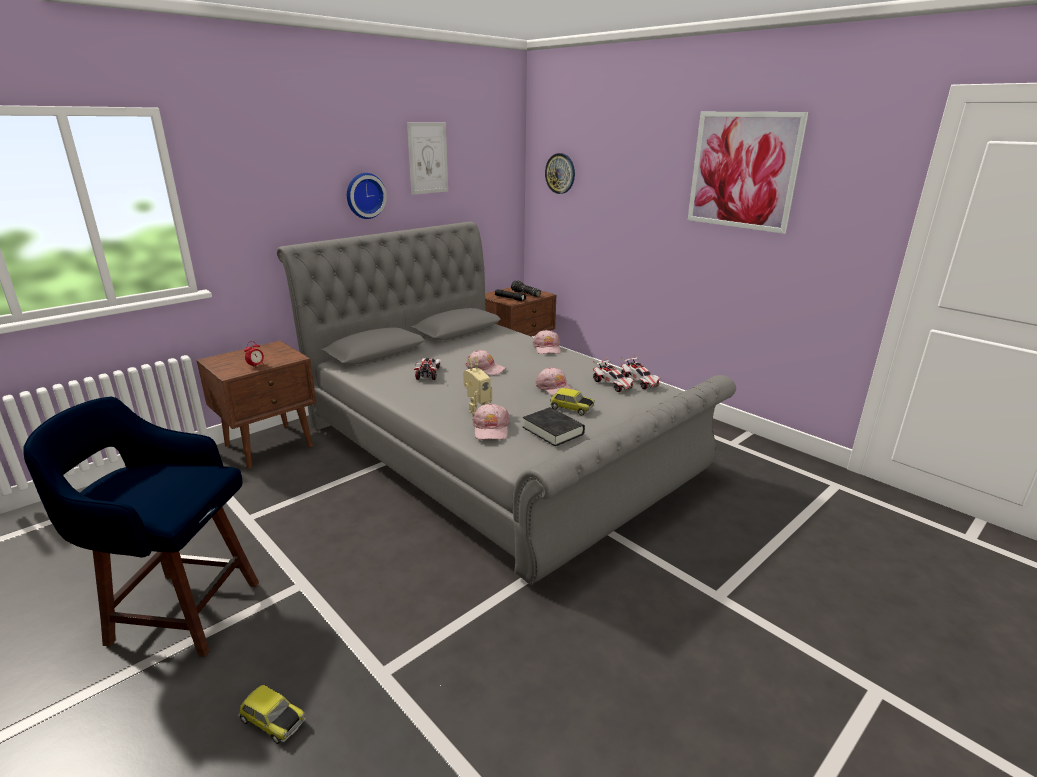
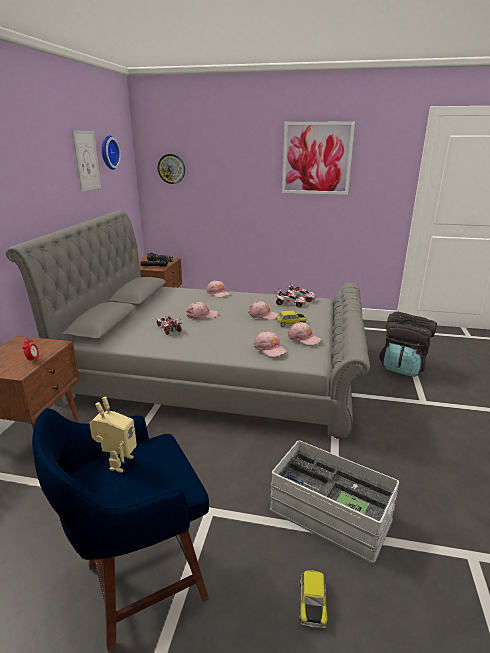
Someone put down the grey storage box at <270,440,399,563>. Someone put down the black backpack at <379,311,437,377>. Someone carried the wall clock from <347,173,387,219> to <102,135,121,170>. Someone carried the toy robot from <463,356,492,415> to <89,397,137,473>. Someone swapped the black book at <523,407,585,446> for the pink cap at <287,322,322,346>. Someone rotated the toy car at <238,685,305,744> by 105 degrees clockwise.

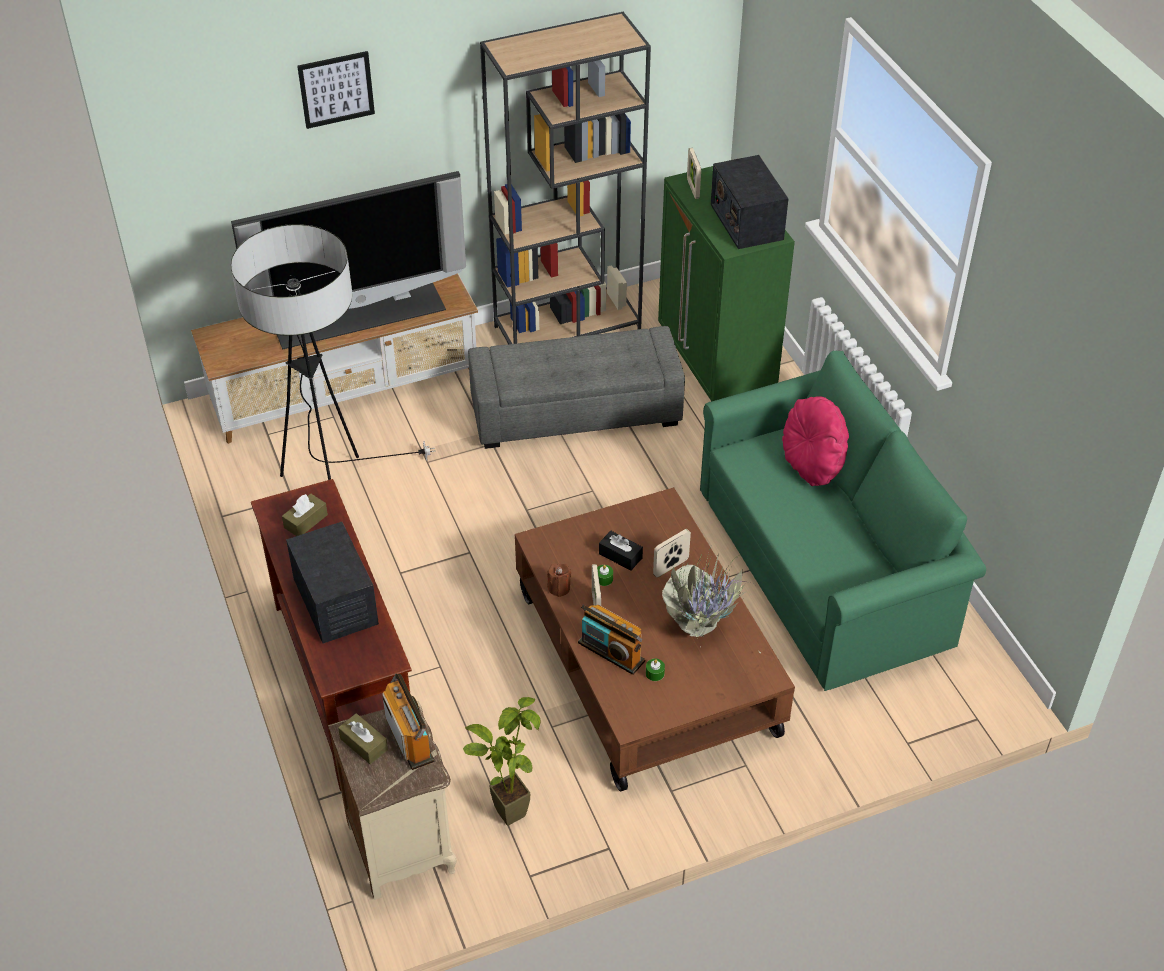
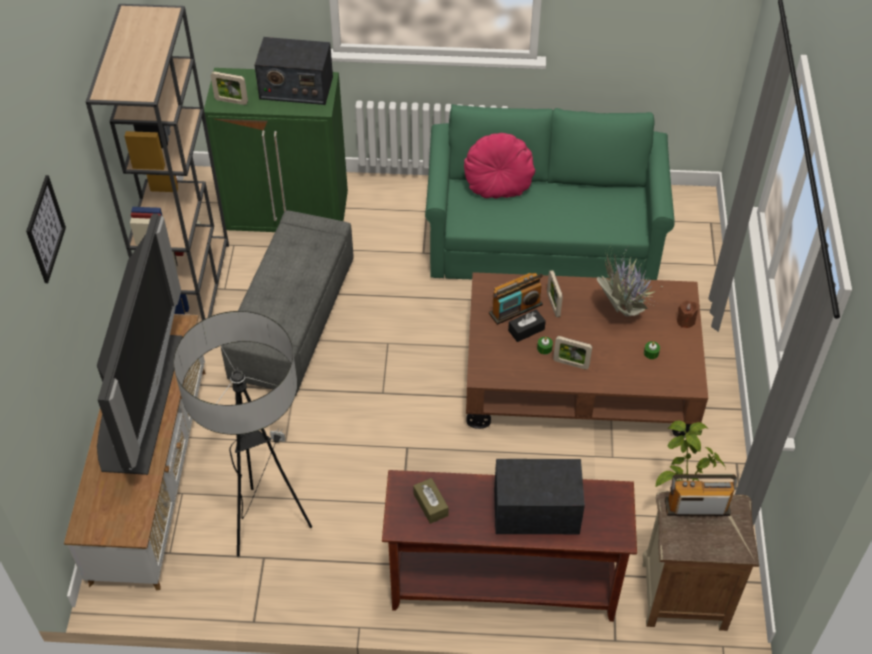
Someone took away the brown tissue box at <338,713,388,764>. Someone carried the brown candle from <547,563,571,597> to <677,300,698,328>. Someone carried the radio from <578,605,645,675> to <489,273,543,325>.

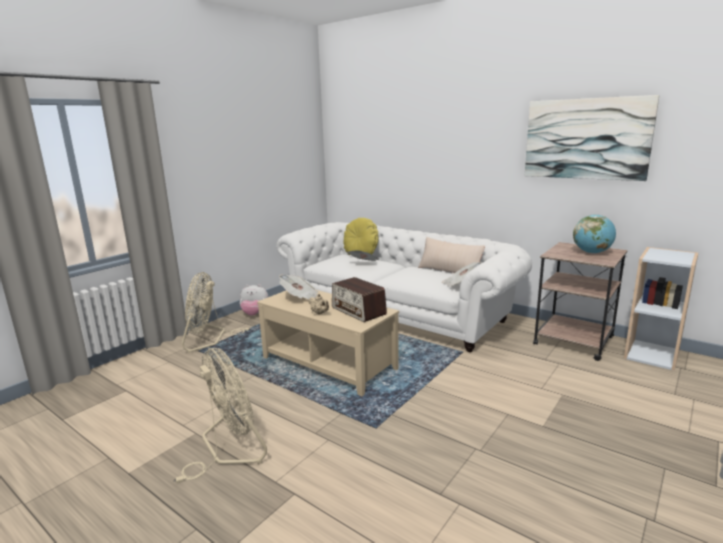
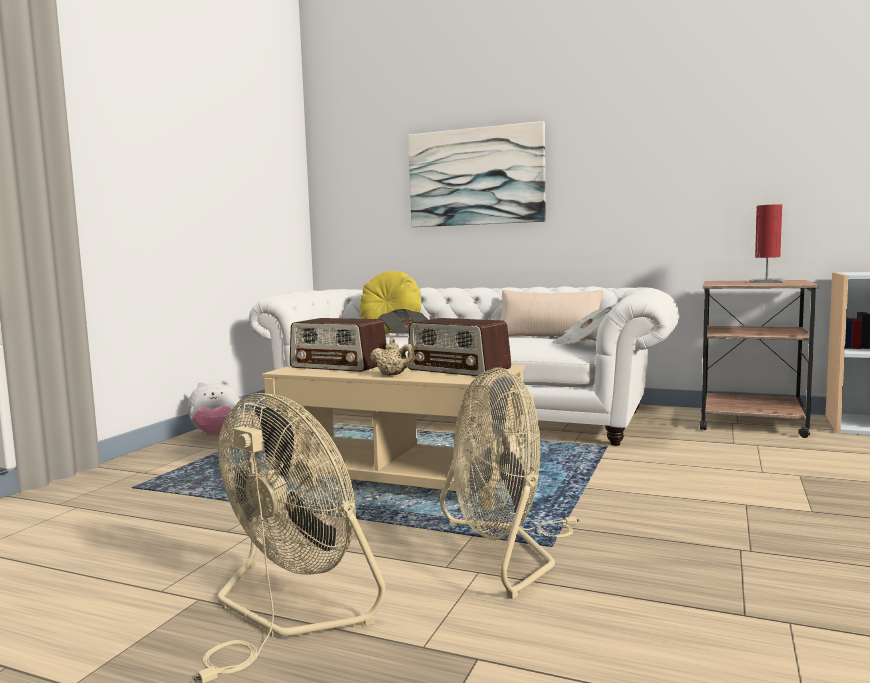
Someone carried the beige fan from <182,272,250,353> to <440,367,580,599>. Someone carried the picture from <525,95,660,181> to <408,121,546,227>. Someone swapped the newspaper at <279,274,318,300> for the radio at <290,318,387,372>. Someone swapped the globe at <573,214,616,254> for the red table lamp at <749,204,785,283>.

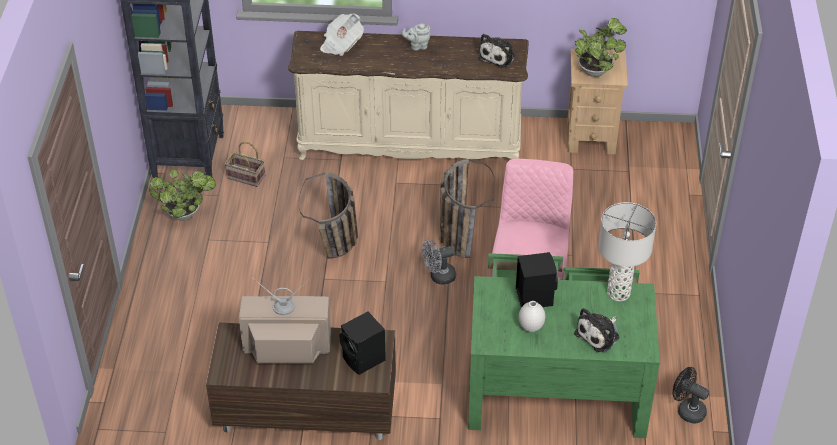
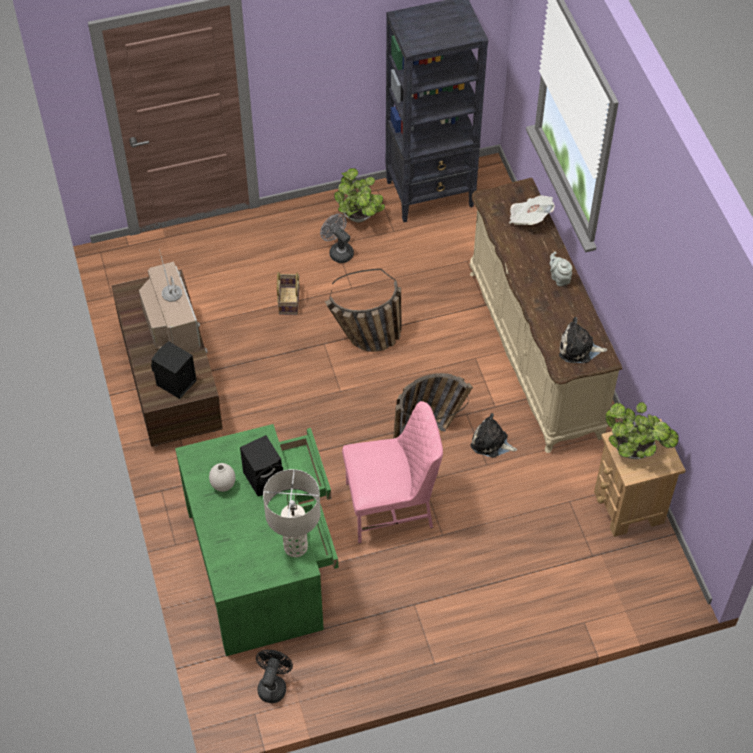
Someone carried the basket from <225,142,265,187> to <277,272,300,315>. Someone carried the grey fan from <422,240,456,285> to <320,214,354,263>. Someone carried the plush toy from <574,308,619,352> to <470,413,517,458>.

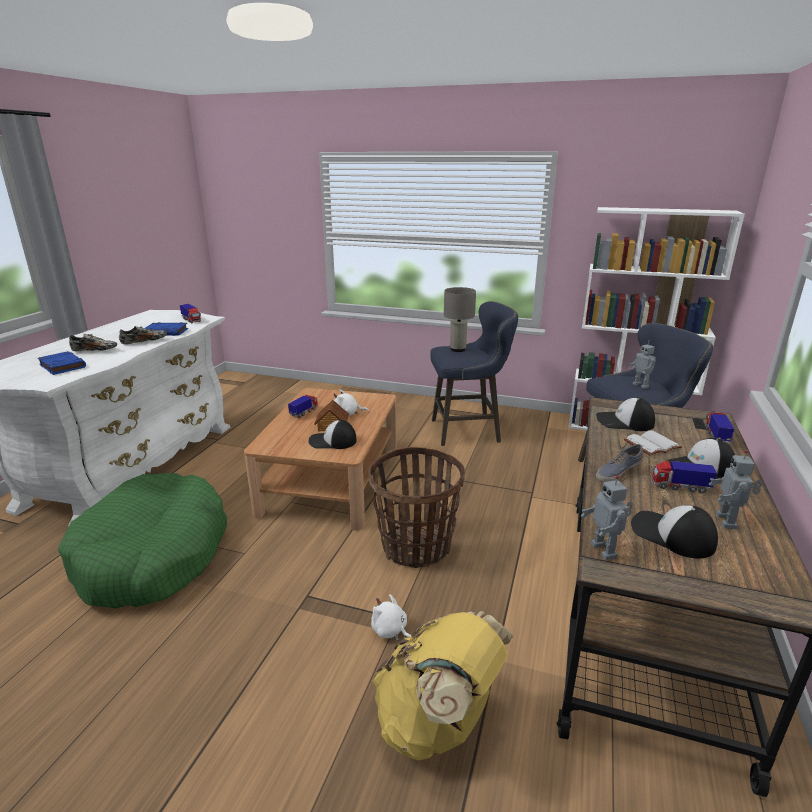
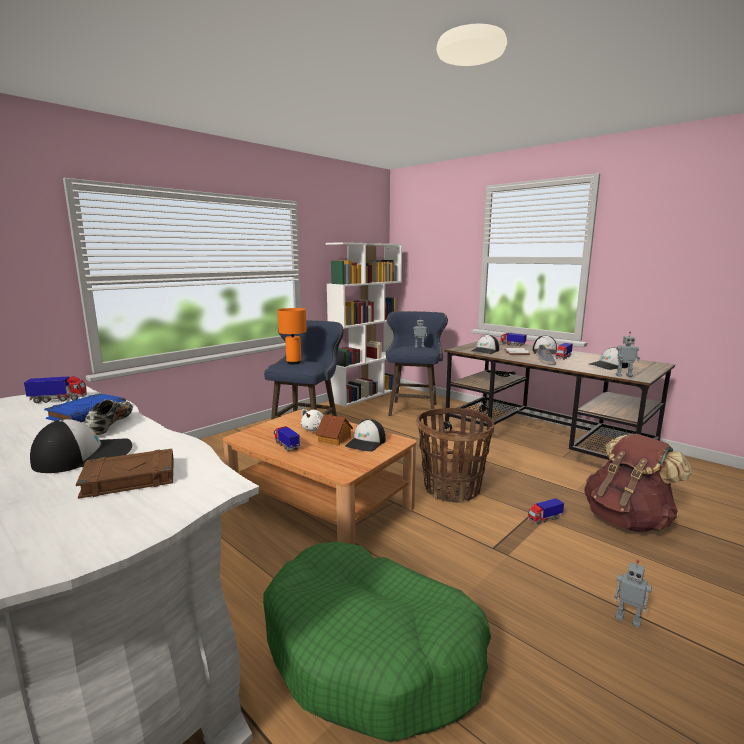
Someone carried the toy robot from <709,450,763,529> to <614,560,652,628>. Someone swapped the shoe at <69,334,117,351> for the cap at <30,419,132,473>. Someone swapped the white plush toy at <371,594,411,641> for the toy truck at <528,498,564,525>. Someone repainted the blue book at <38,351,86,375>, which became the brown book at <76,449,174,499>. Someone repainted the yellow backpack at <373,611,513,761>, which became the brown backpack at <584,434,692,532>. Someone repainted the grey table lamp at <444,287,476,352>, which became the orange table lamp at <277,308,306,365>.

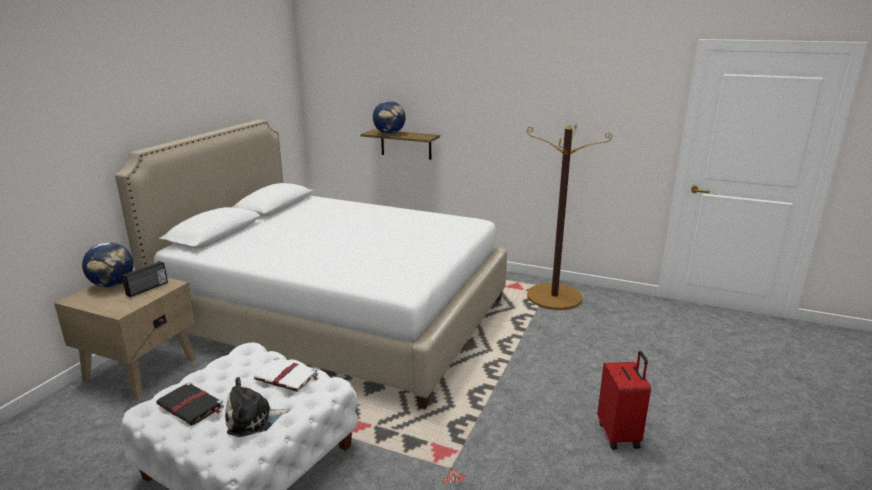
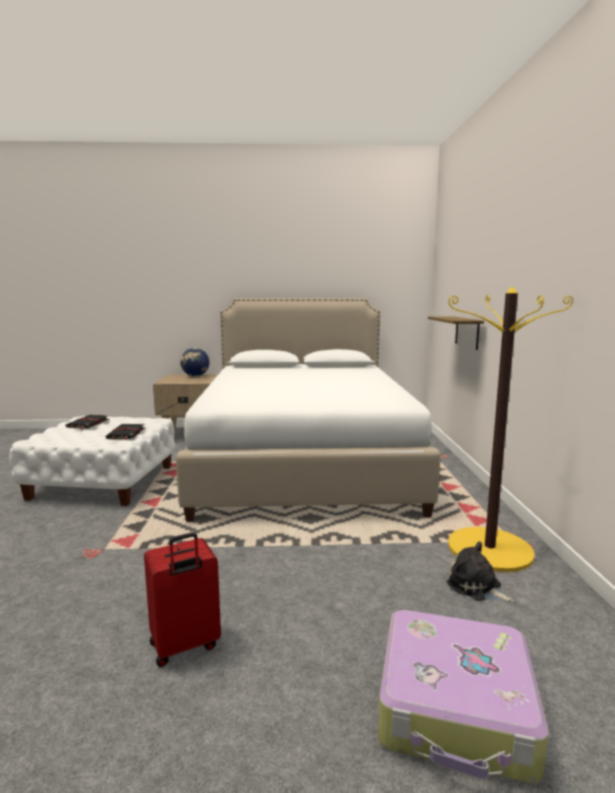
Someone took away the radio at <122,261,168,297>. Someone took away the globe at <373,101,405,134>. Someone put down the suitcase at <378,610,549,784>. Someone carried the plush toy from <225,377,290,437> to <446,541,514,602>. Someone repainted the white book at <254,357,319,392>, which became the black book at <106,424,145,440>. Someone repainted the brown clothes rack at <527,124,612,310>, which became the yellow clothes rack at <448,287,573,572>.

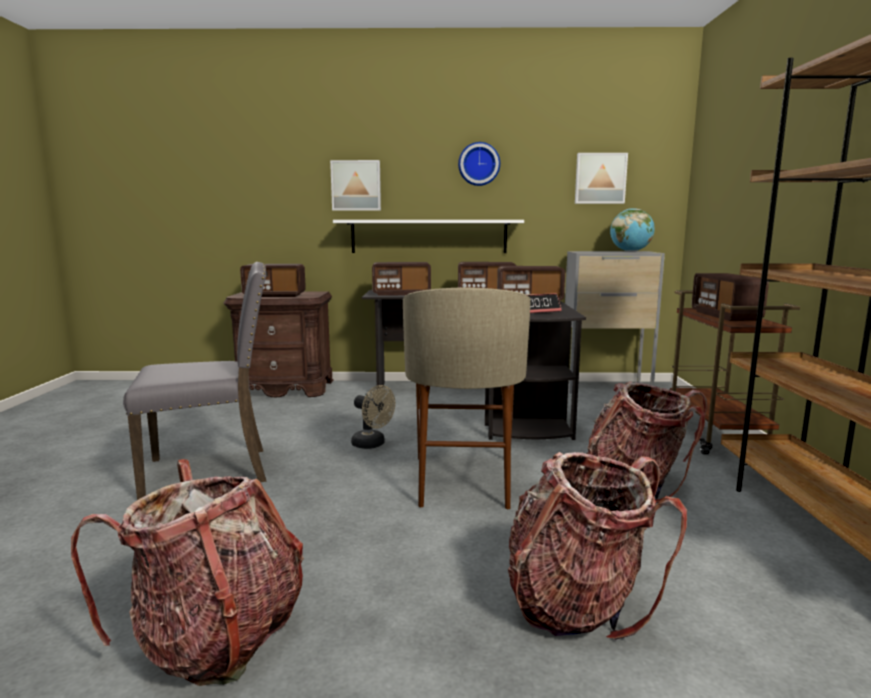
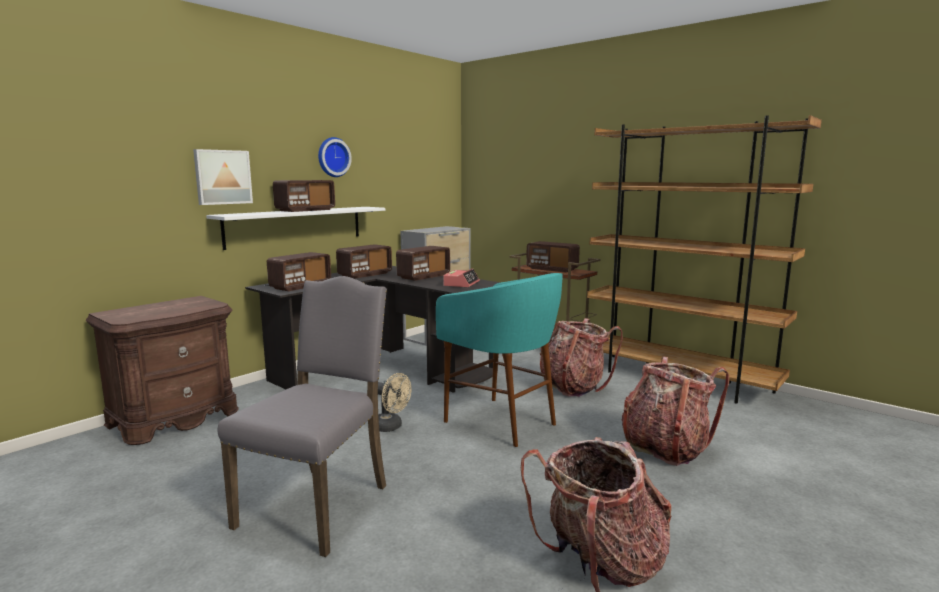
Someone took away the picture at <575,153,628,204>. Someone took away the globe at <610,208,655,252>. Someone carried the radio from <240,264,306,297> to <273,180,335,212>. Someone repainted the beige stool at <403,287,531,509>, which became the turquoise stool at <436,273,563,447>. Someone rotated the beige fan at <351,385,395,449> by 45 degrees clockwise.

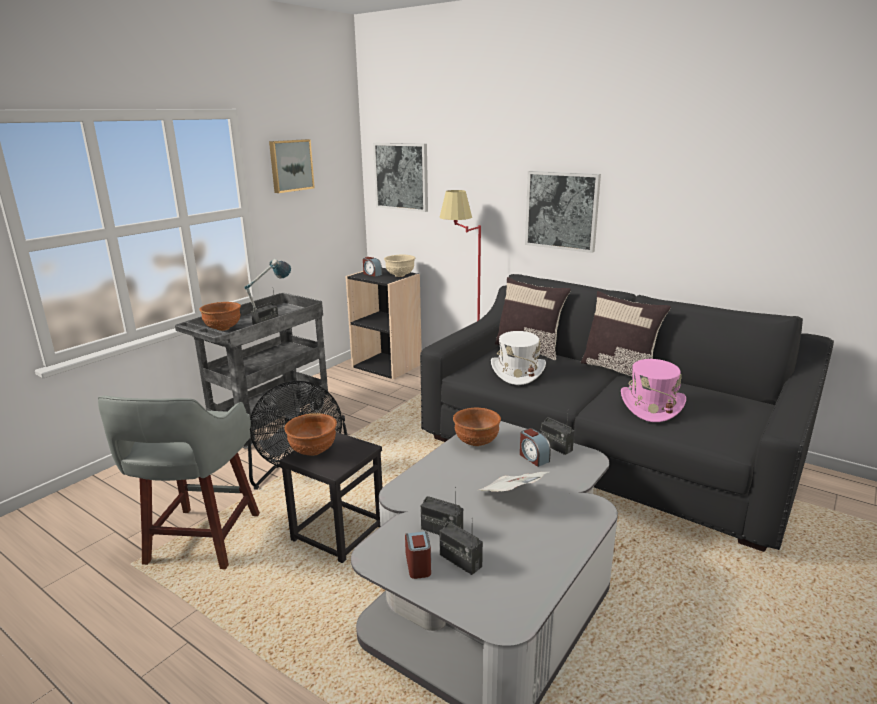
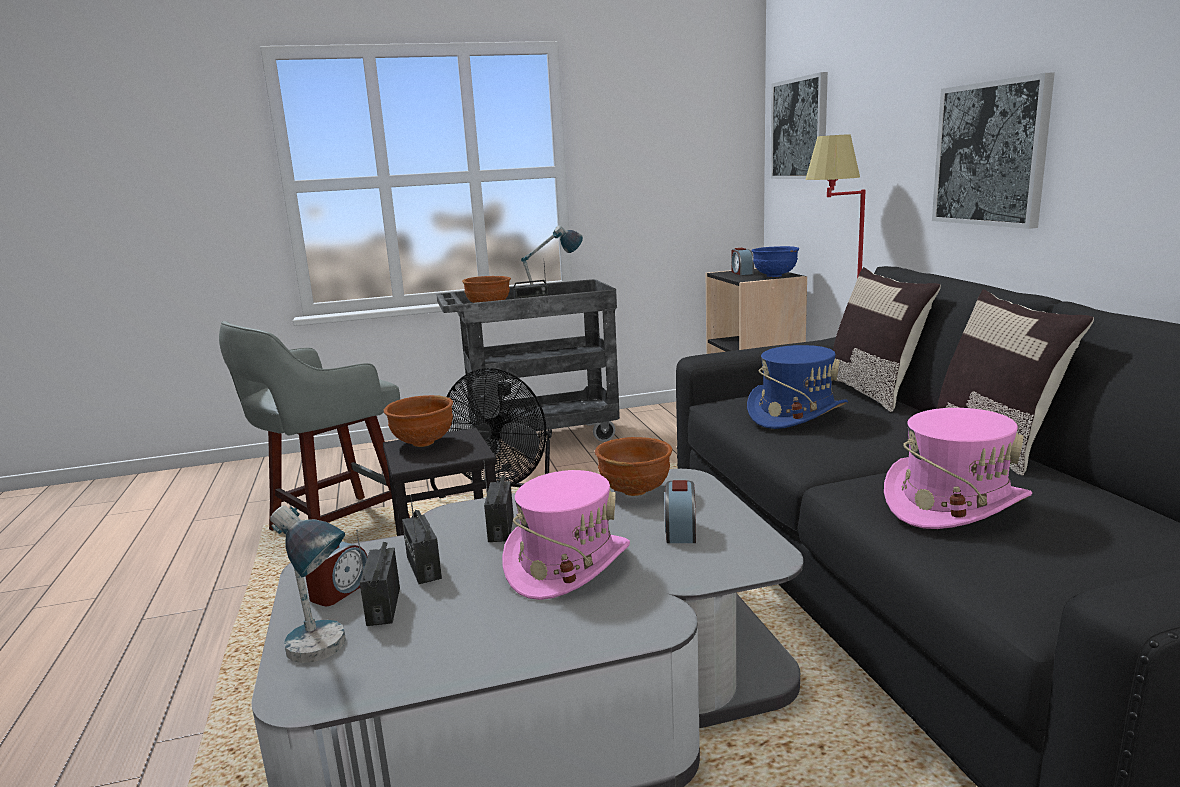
Someone took away the picture at <269,139,315,193>. Someone put down the table lamp at <270,506,346,663>. Someone carried the radio from <541,414,574,455> to <483,460,514,542>. Someone swapped the newspaper at <479,472,549,492> for the pink hat at <502,470,630,600>. Someone repainted the beige bowl at <384,255,415,277>, which became the blue bowl at <752,246,799,277>. Someone repainted the white hat at <491,331,546,385>, which became the blue hat at <747,345,848,429>.

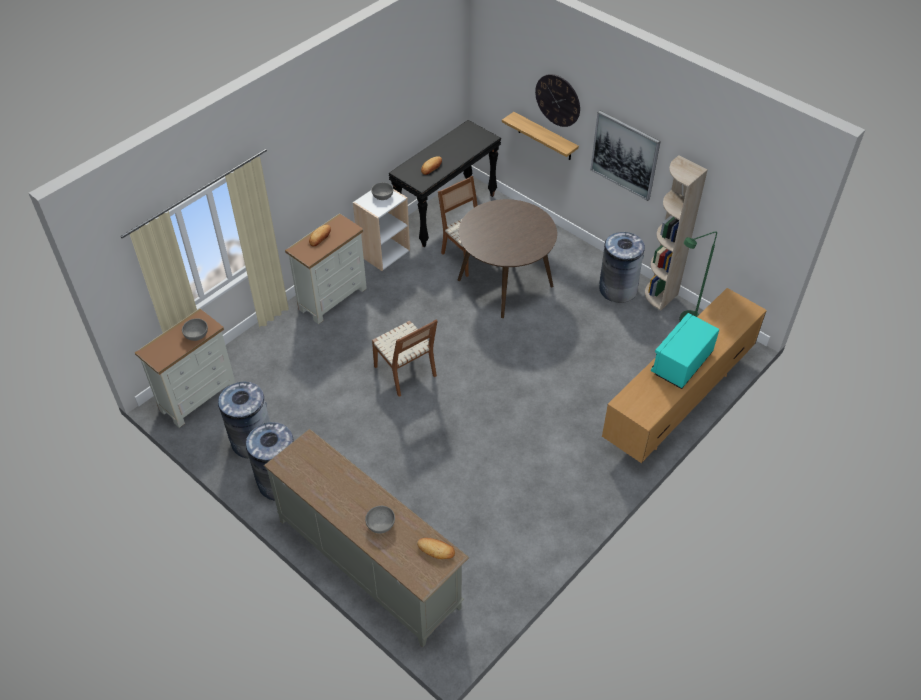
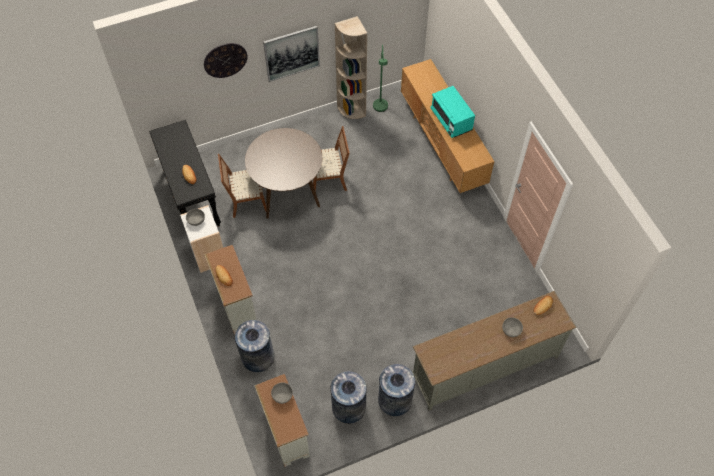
Someone took away the shelf at <502,112,579,160>. Someone carried the chair from <372,319,437,397> to <313,126,350,192>. Someone carried the grey trash can from <599,232,645,303> to <235,320,275,372>.

